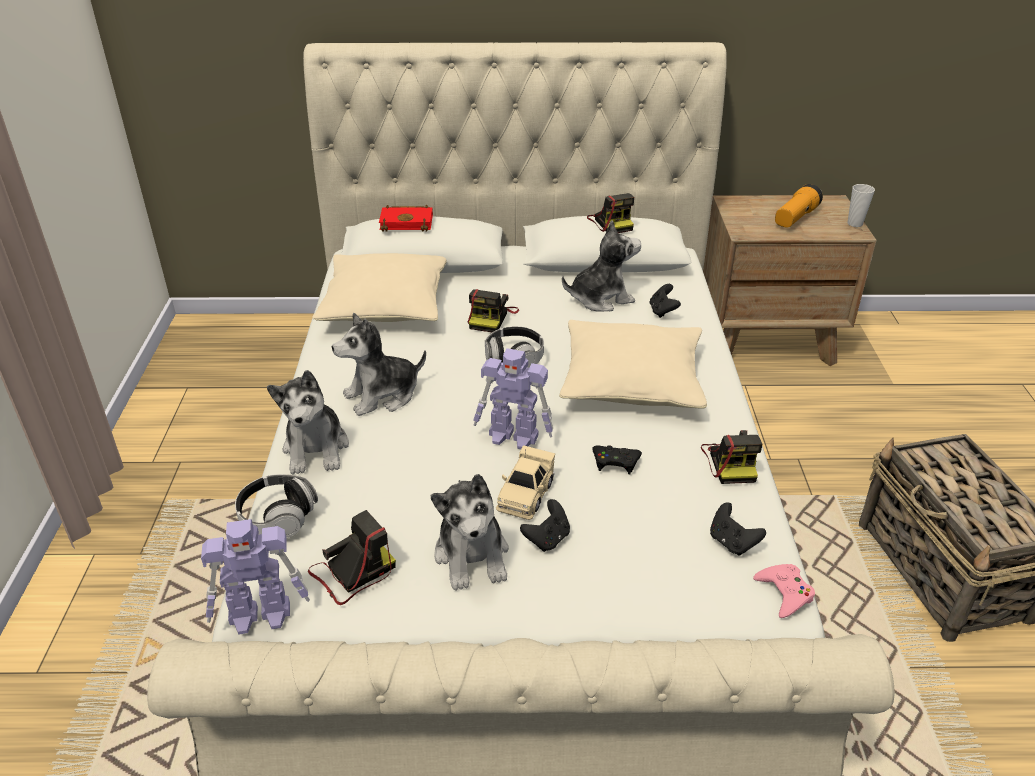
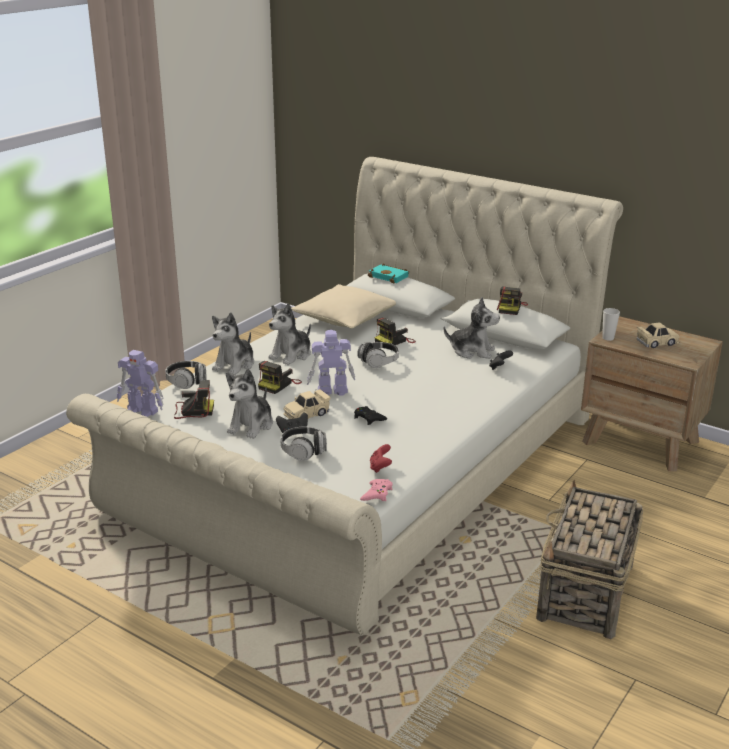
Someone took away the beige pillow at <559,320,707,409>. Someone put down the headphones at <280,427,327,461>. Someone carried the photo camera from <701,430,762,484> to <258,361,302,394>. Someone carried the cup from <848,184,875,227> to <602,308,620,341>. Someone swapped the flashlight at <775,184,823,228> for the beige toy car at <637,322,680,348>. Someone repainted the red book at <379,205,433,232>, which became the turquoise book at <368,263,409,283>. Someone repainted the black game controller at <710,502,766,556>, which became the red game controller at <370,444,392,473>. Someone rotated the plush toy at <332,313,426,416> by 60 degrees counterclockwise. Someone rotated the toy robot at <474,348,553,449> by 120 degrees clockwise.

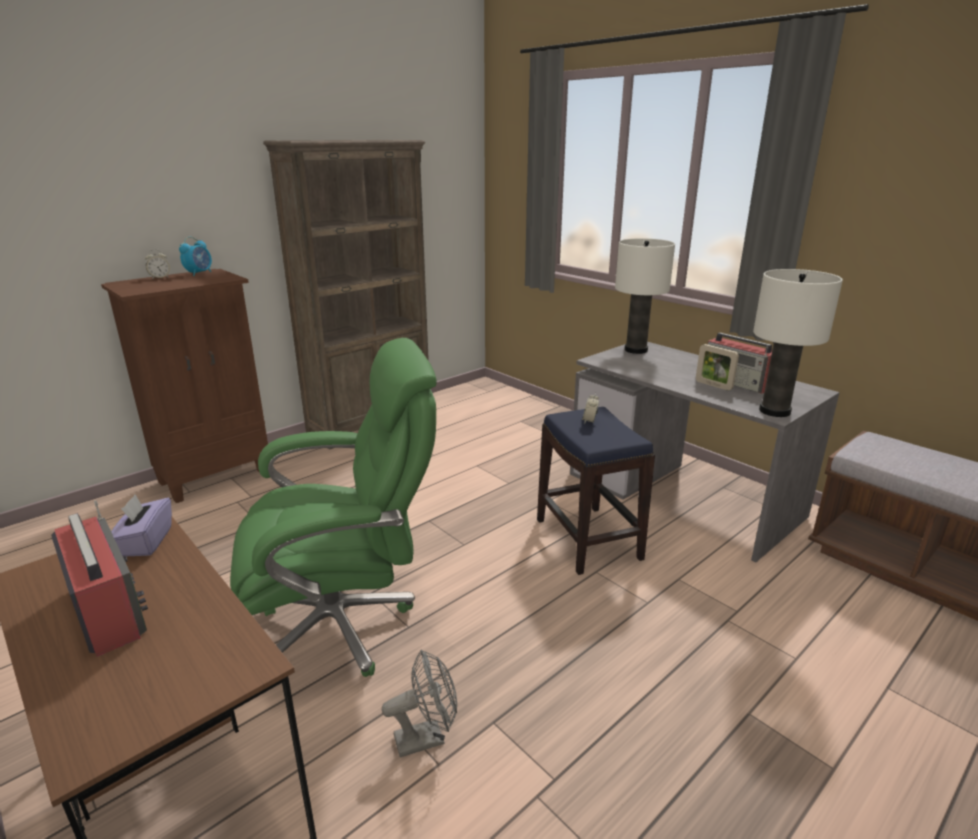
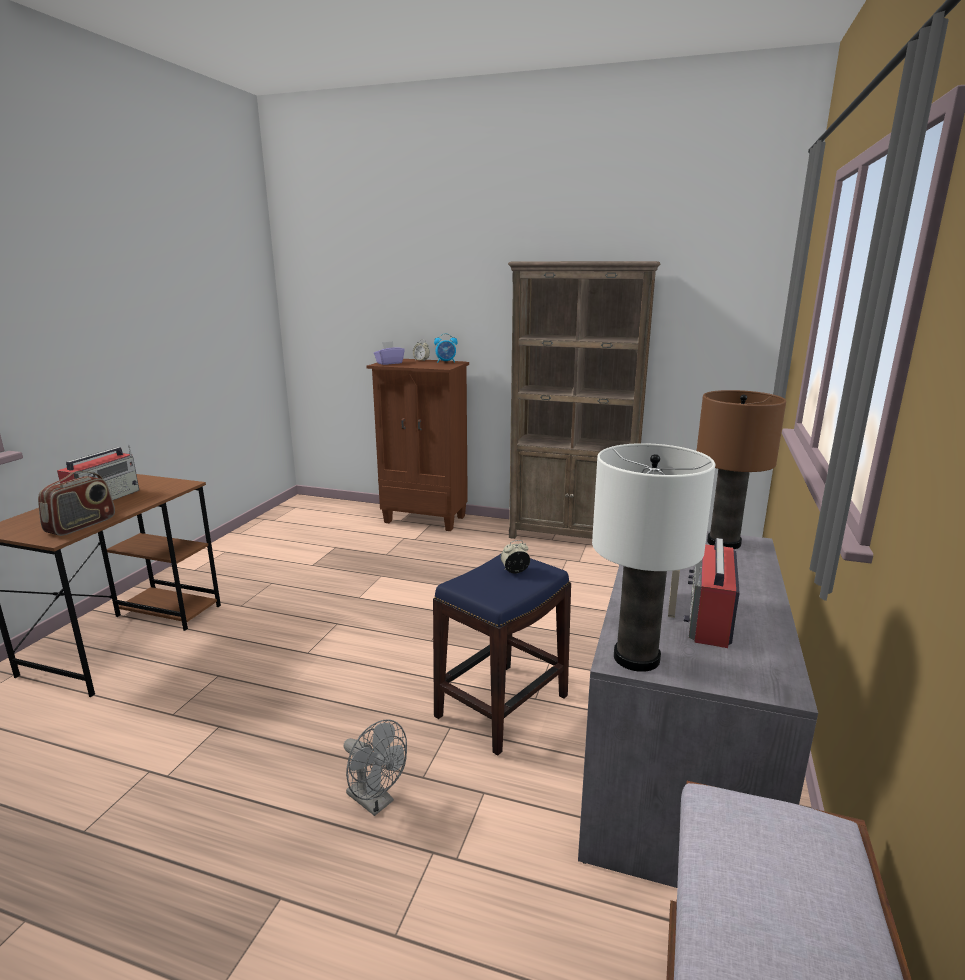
Someone took away the green office chair at <230,338,436,677>. Someone put down the radio at <38,471,115,536>. Someone carried the purple tissue box from <111,494,172,557> to <374,341,405,365>. Someone carried the grey fan from <382,649,457,757> to <344,719,407,816>. Someone repainted the white table lamp at <615,238,675,354>, which became the brown table lamp at <697,390,786,549>.

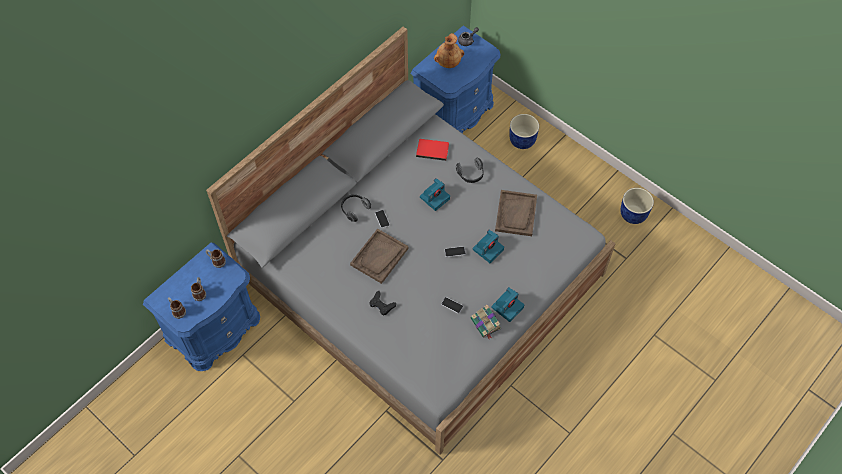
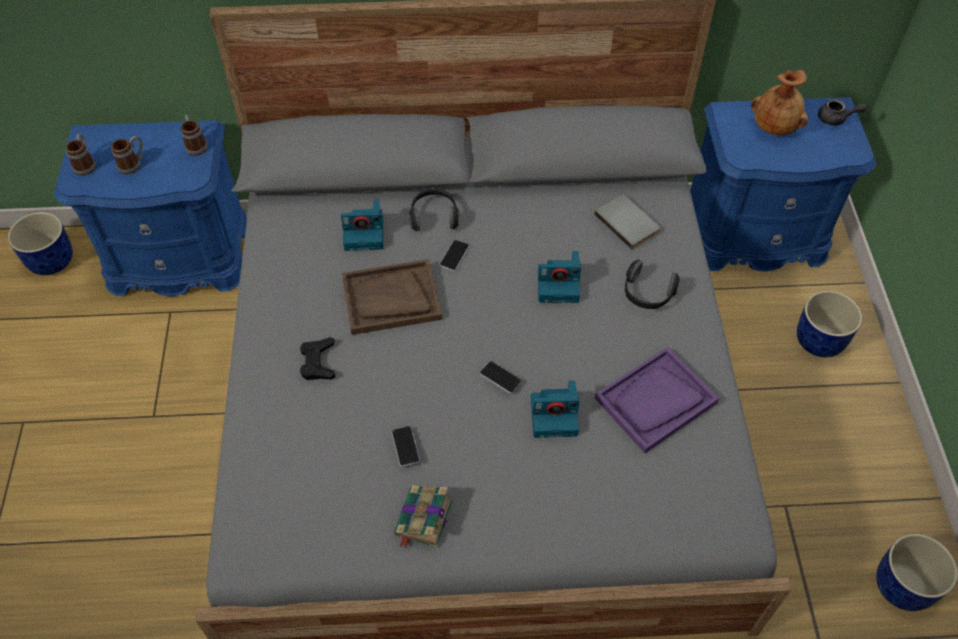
Someone put down the blue planter at <8,212,73,275>. Someone carried the photo camera from <491,287,524,322> to <341,200,383,251>. Someone repainted the red book at <416,139,449,161>, which became the grey book at <594,194,661,250>. Someone repainted the brown tray at <495,190,537,236>, which became the purple tray at <595,347,719,453>.

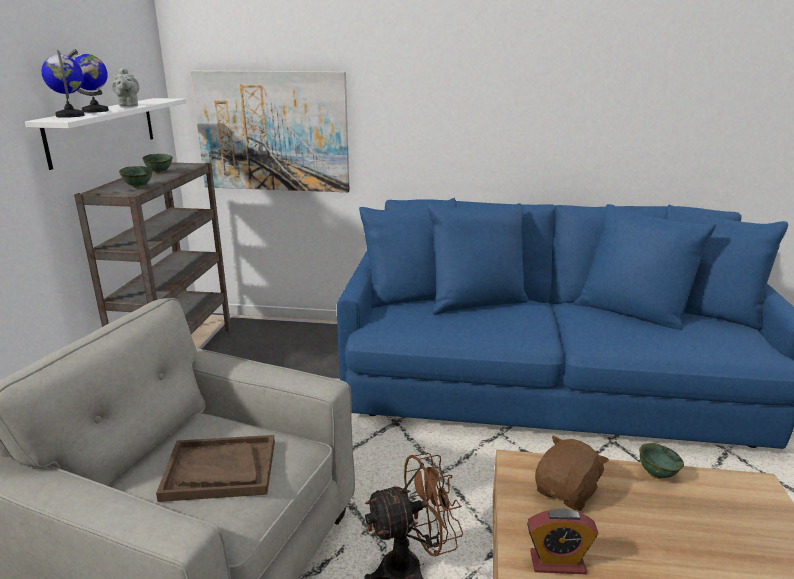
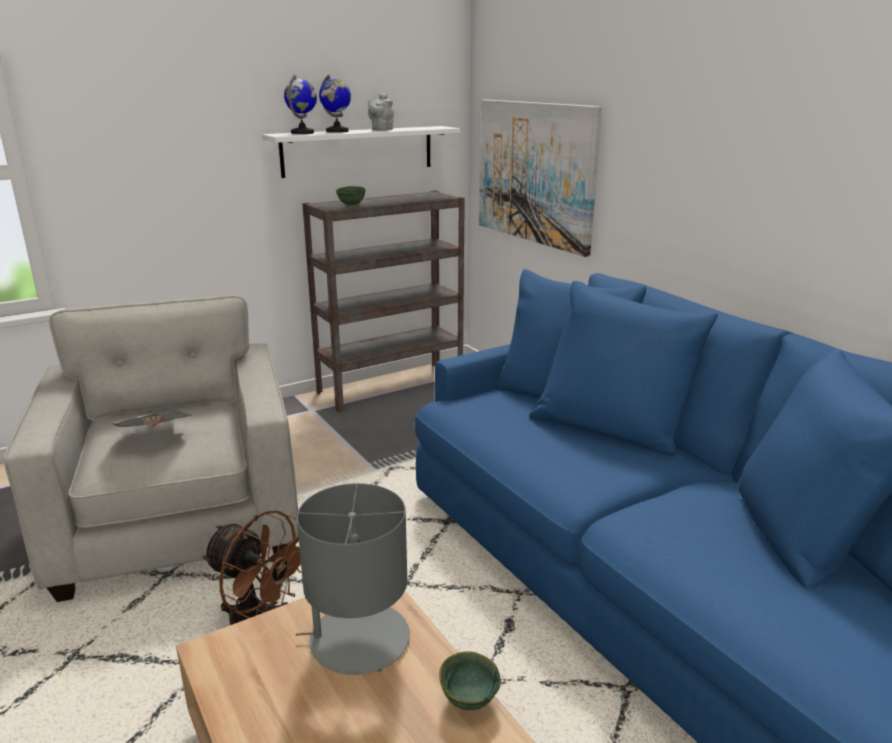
Someone took away the green bowl at <142,154,173,173>. Someone took away the alarm clock at <527,509,598,574>. Someone swapped the brown tray at <156,435,275,502> for the newspaper at <109,412,191,427>. Someone swapped the brown plush toy at <535,435,609,511> for the grey table lamp at <296,483,410,675>.

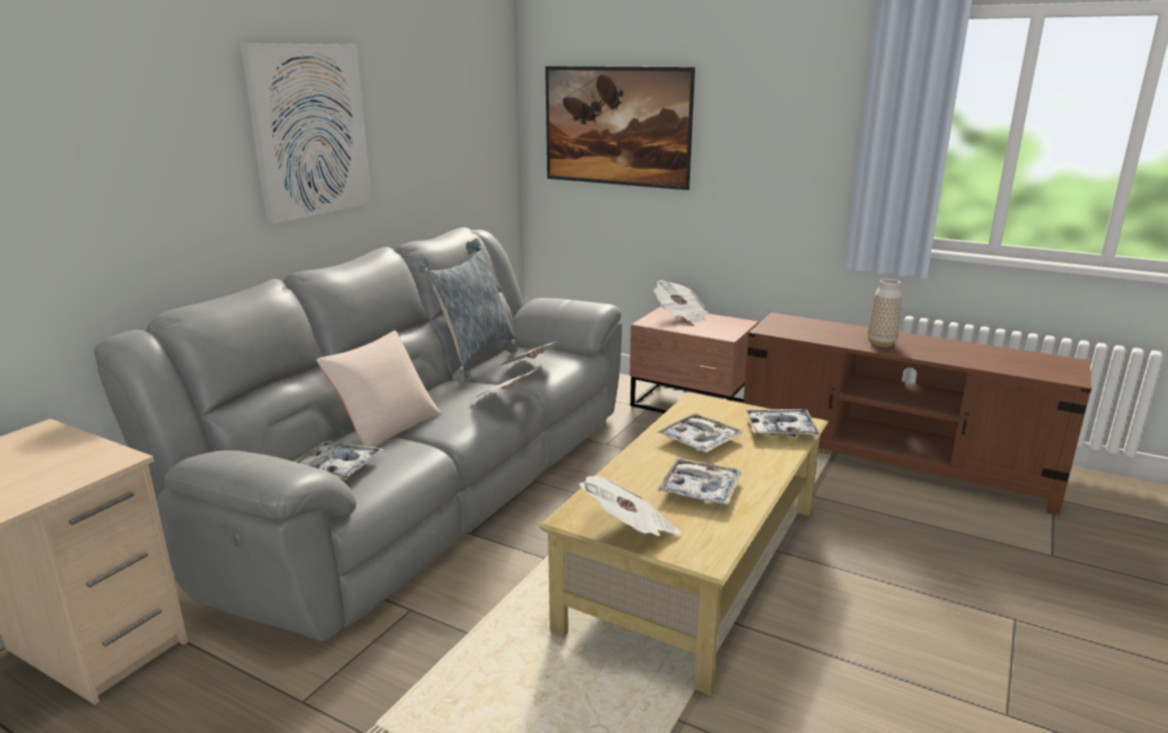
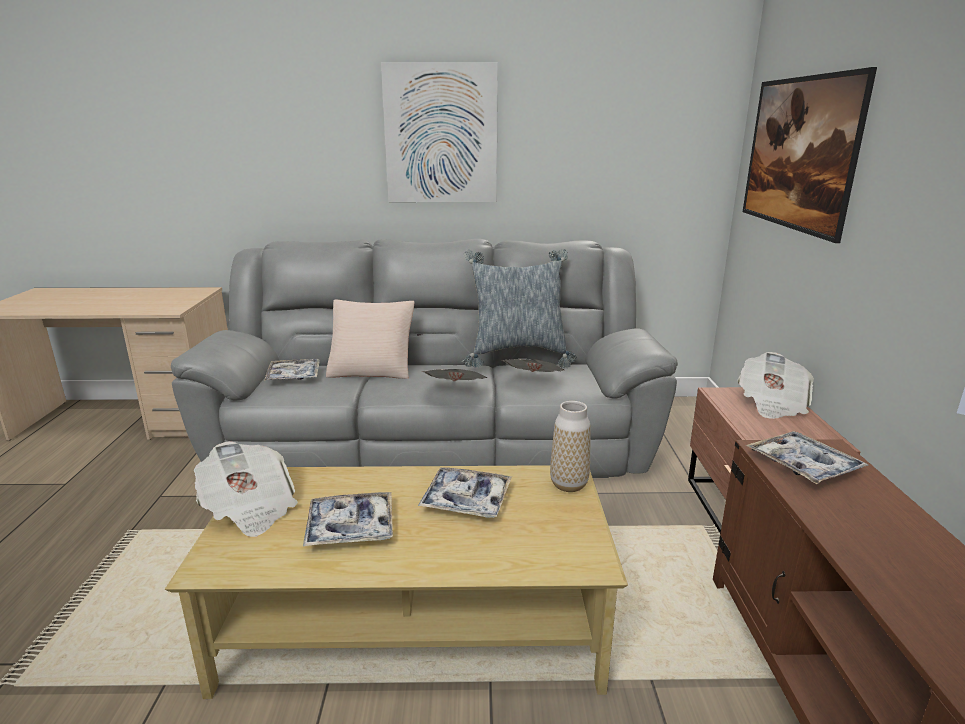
Someone carried the tray from <746,409,820,437> to <746,431,868,484>. Someone carried the vase from <868,279,902,347> to <550,401,591,492>.

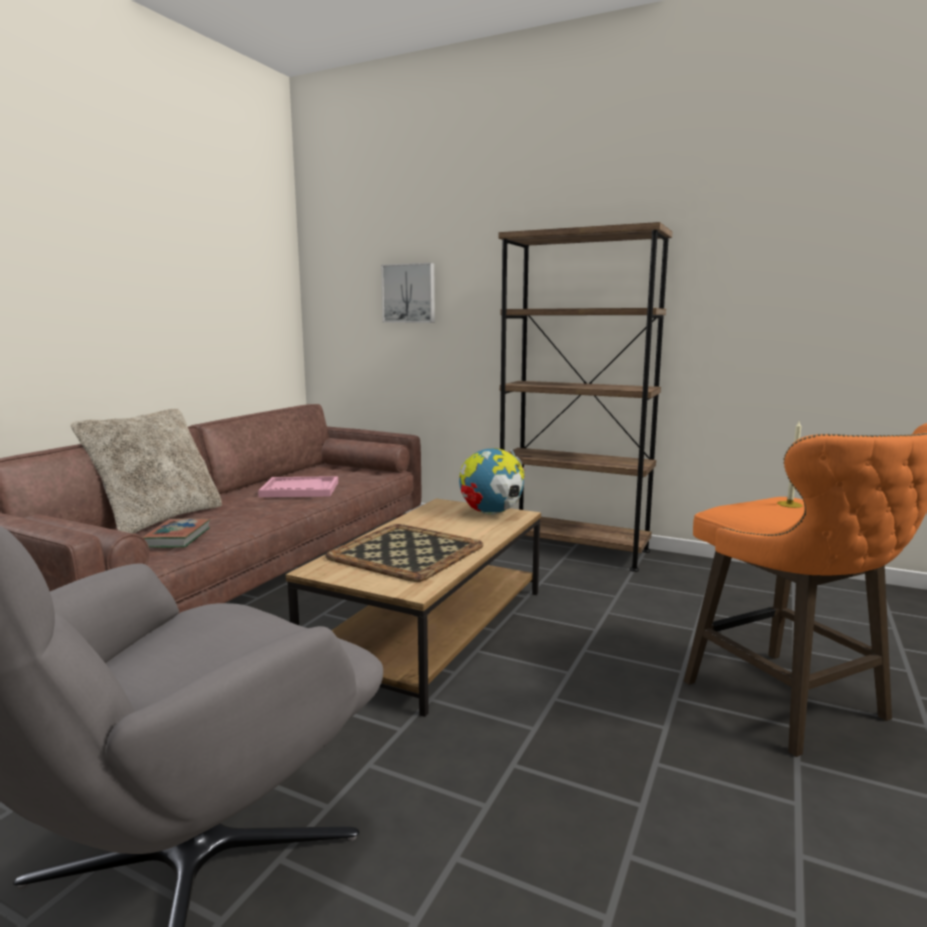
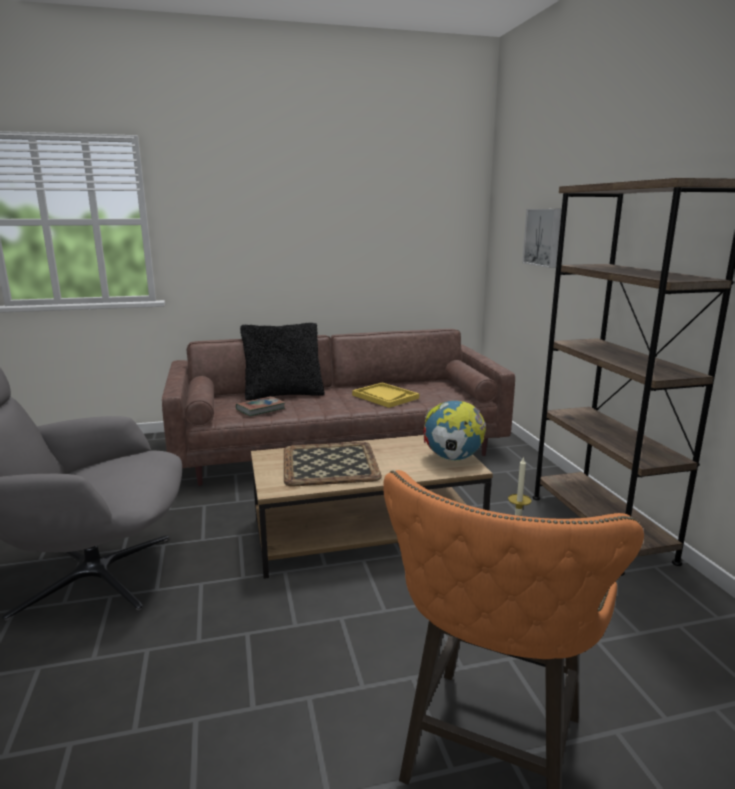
Someone repainted the beige pillow at <70,409,222,534>, which became the black pillow at <240,323,325,400>. Someone repainted the pink tray at <258,476,338,497>, which became the yellow tray at <352,383,419,408>.

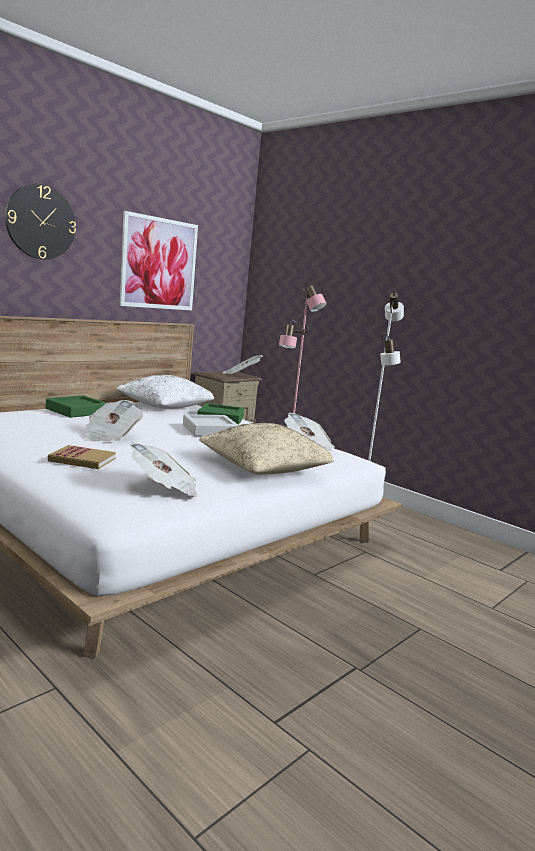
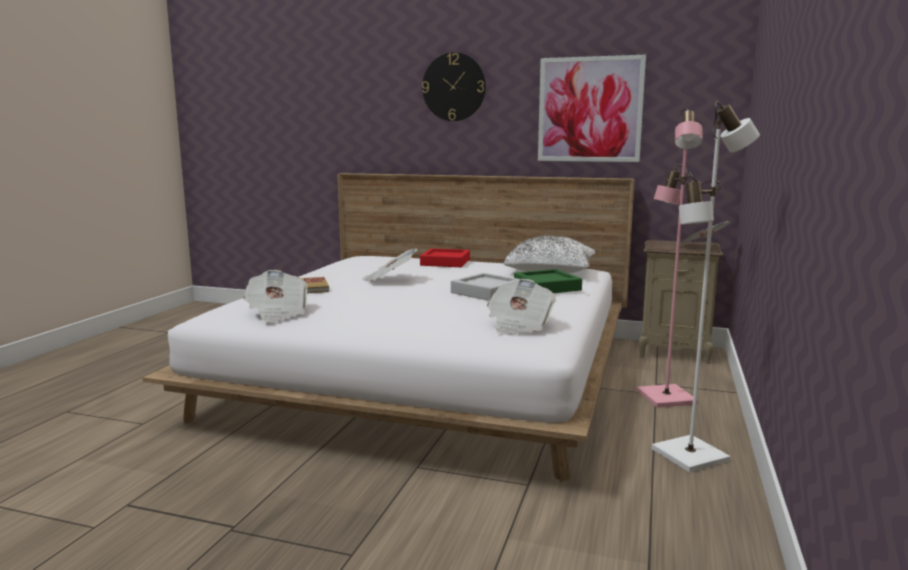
Someone took away the beige pillow at <199,423,333,474>. Someone repainted the green tray at <46,395,106,418>, which became the red tray at <420,248,470,267>.

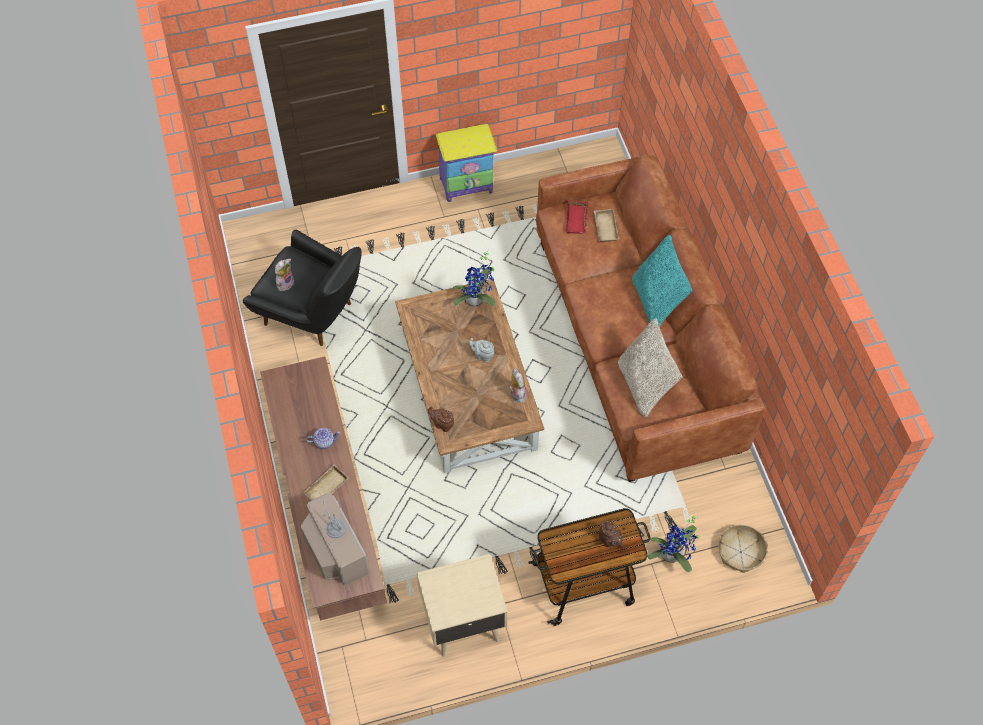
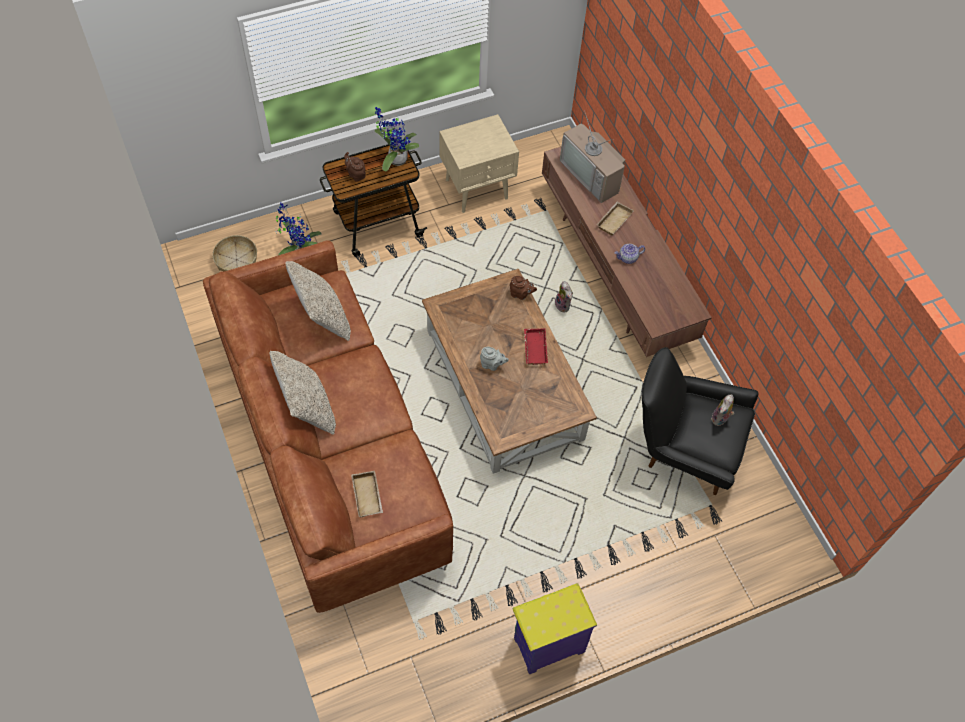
Someone carried the potted plant from <453,250,496,307> to <374,107,419,171>. Someone carried the plush toy from <509,368,527,403> to <555,281,573,313>. Someone carried the red tray from <566,200,588,234> to <524,328,548,365>. Someone repainted the turquoise pillow at <632,235,693,327>, which became the beige pillow at <269,351,336,435>.

